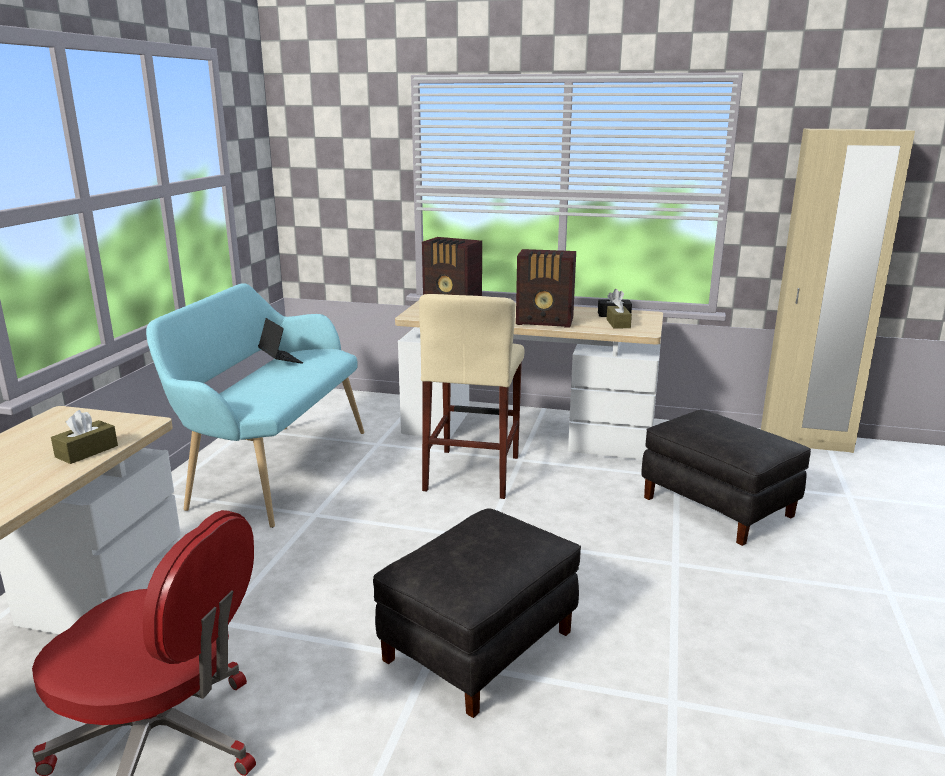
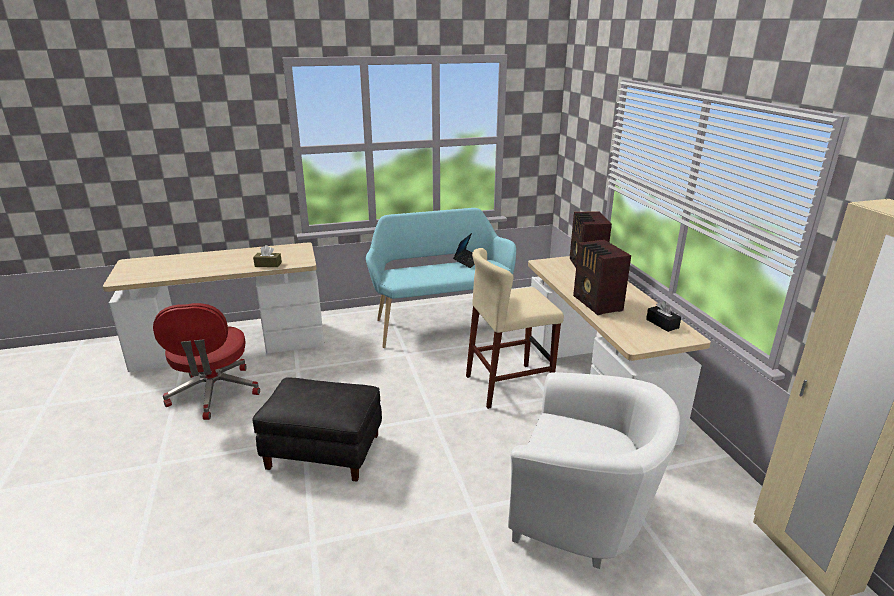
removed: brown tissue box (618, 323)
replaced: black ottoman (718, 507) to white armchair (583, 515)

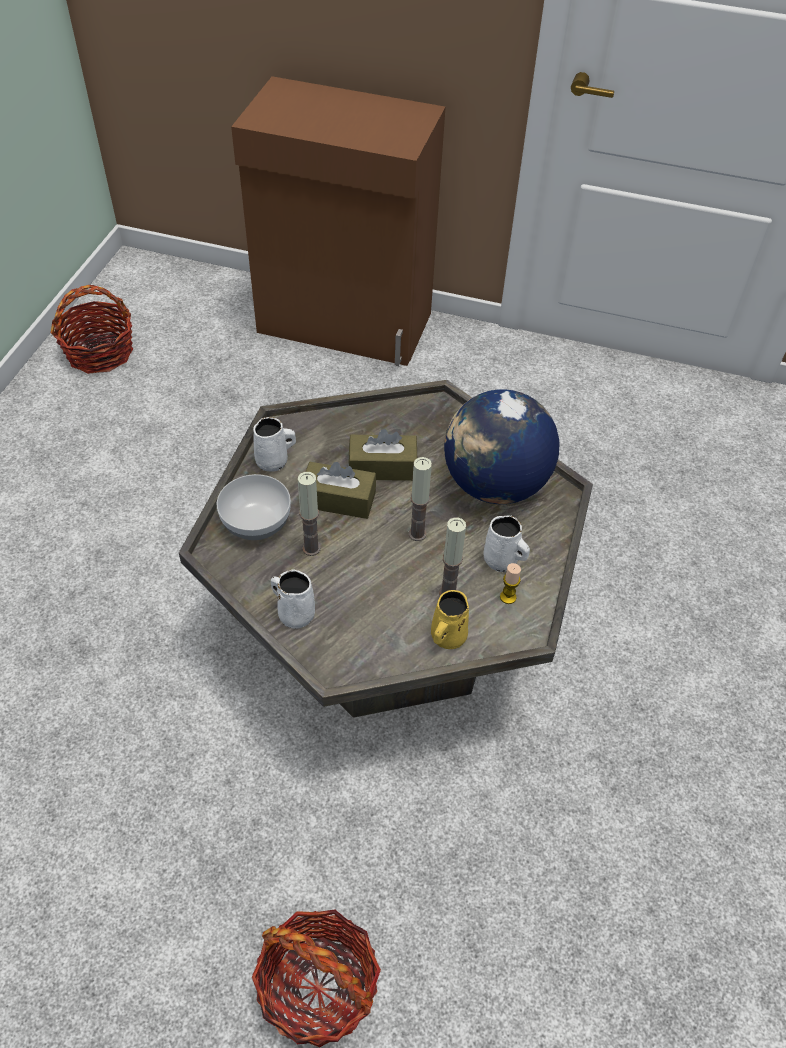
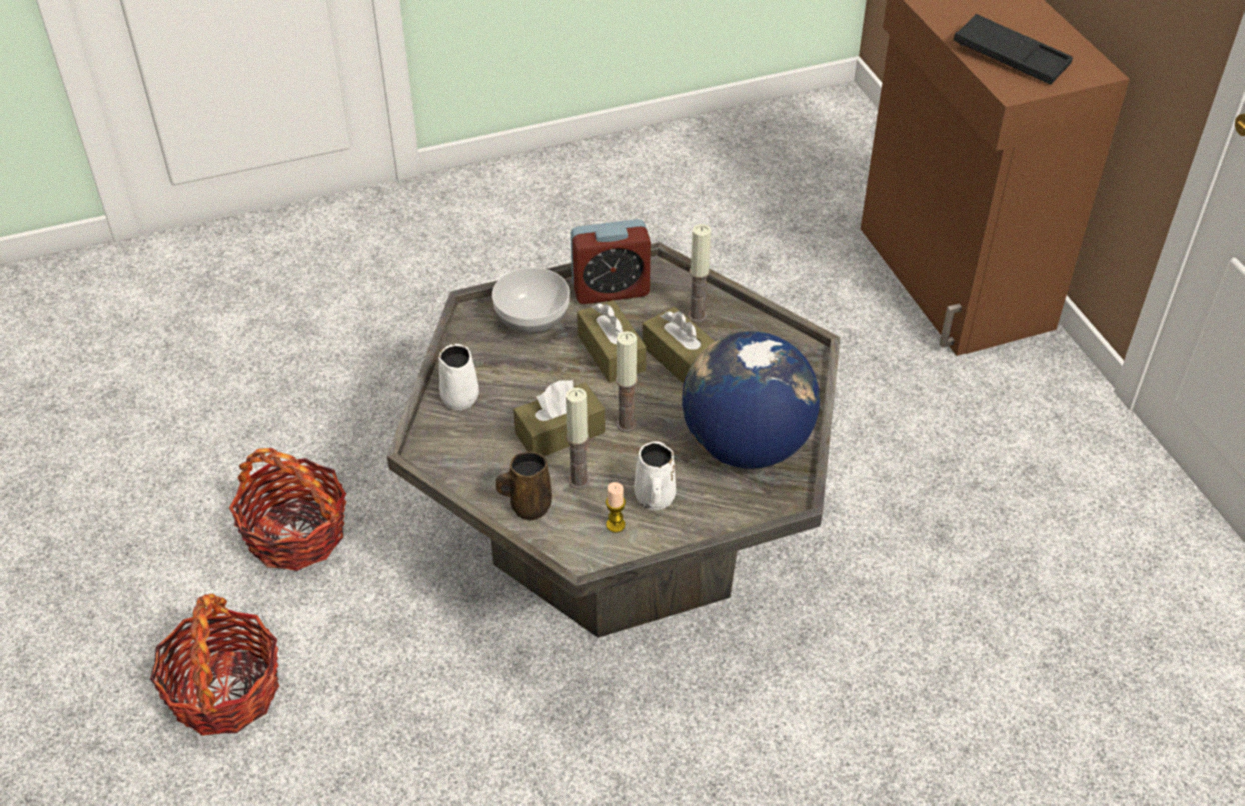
added: brown tissue box (560, 433); black tray (1010, 57)
moved: basket (100, 352) to (296, 534); candle (311, 548) to (697, 316)
replaced: white mug (274, 462) to alarm clock (611, 290)
recoloured: yellow mug (447, 637) to brown mug (528, 506)

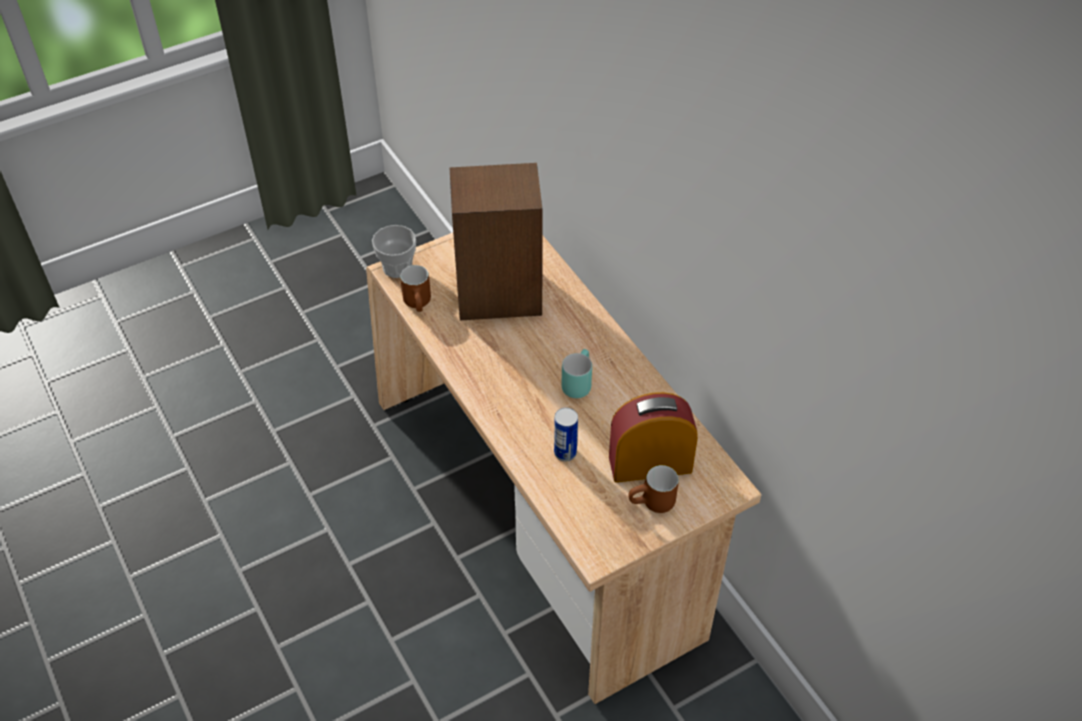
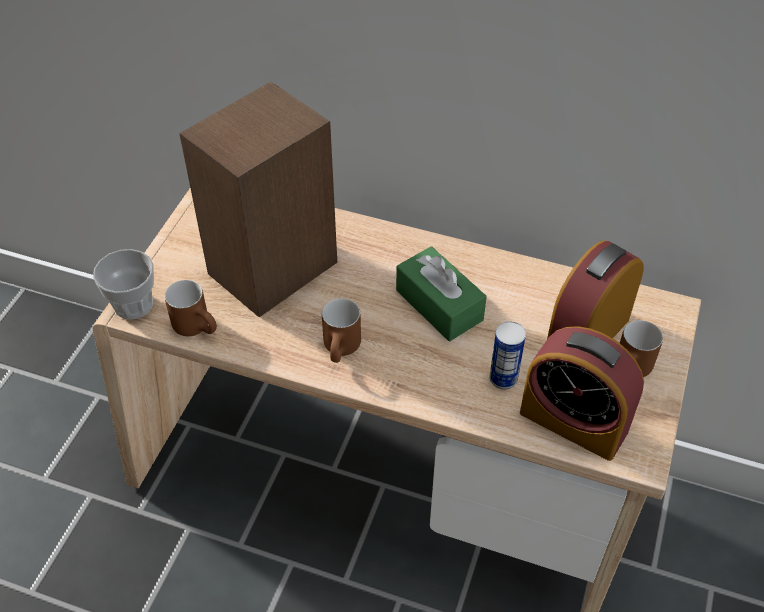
added: brown mug (343, 350); alarm clock (573, 421)
replaced: turquoise mug (576, 382) to green tissue box (439, 305)

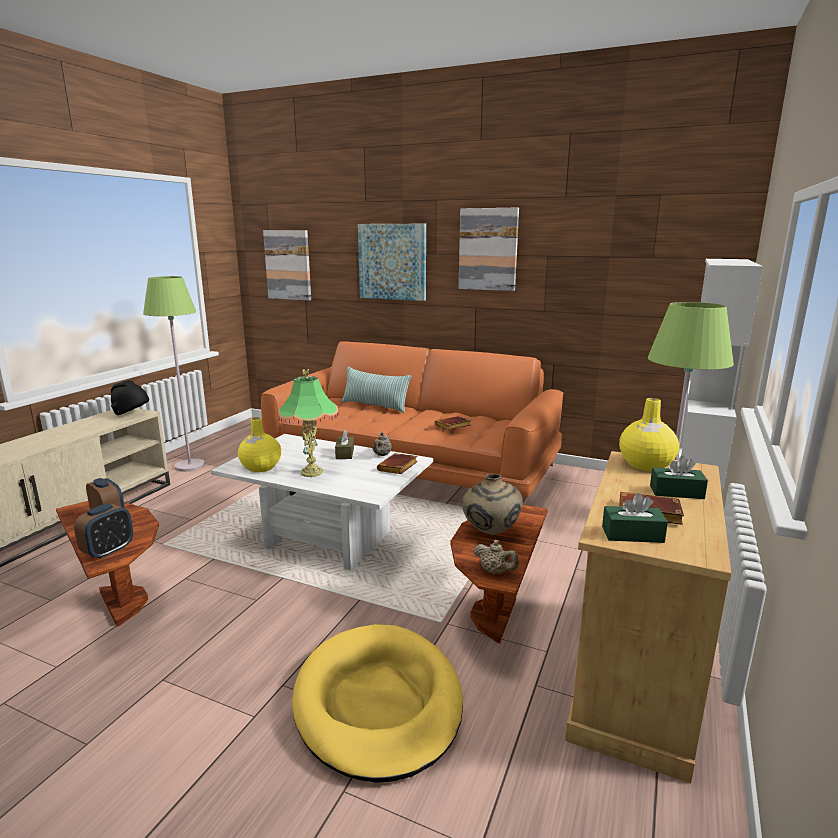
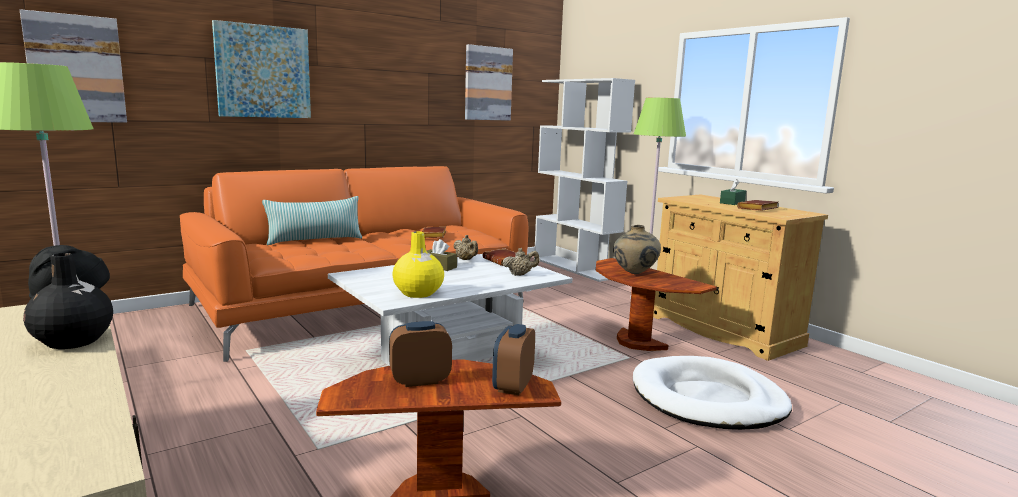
removed: table lamp (312, 472); green tissue box (632, 534); yellow vase (645, 465)
added: black vase (73, 341)
moved: picture (488, 249) to (488, 83); beige teapot (495, 572) to (520, 274)
recoloured: yellow dog bed (378, 703) to white dog bed (708, 399)
turned: alarm clock (108, 551) = (513, 386) 135 degrees counterclockwise

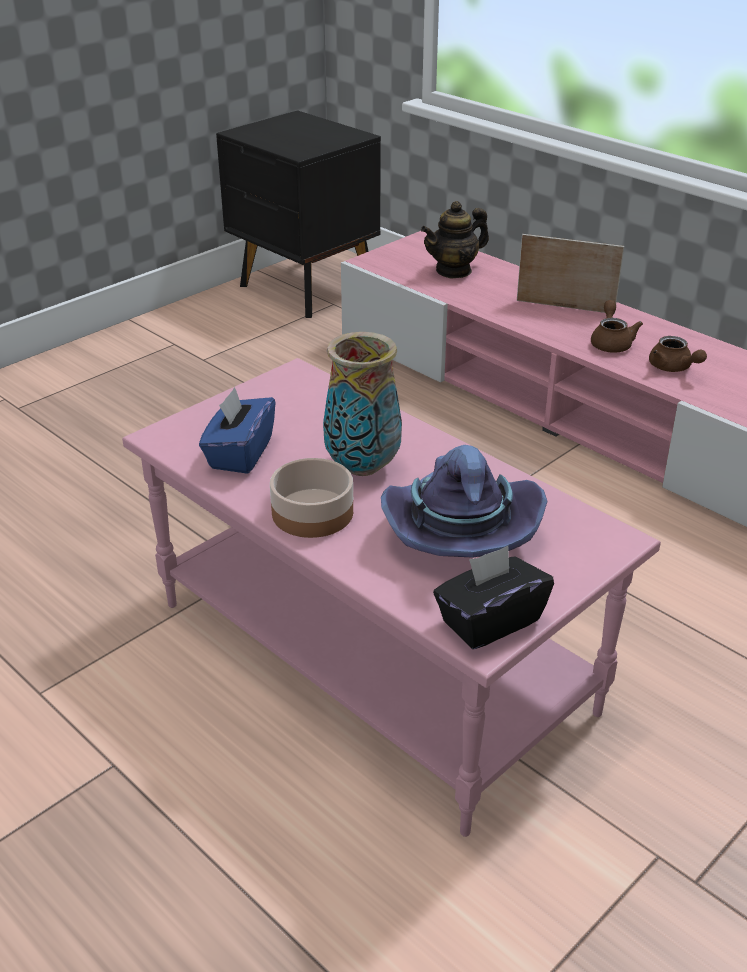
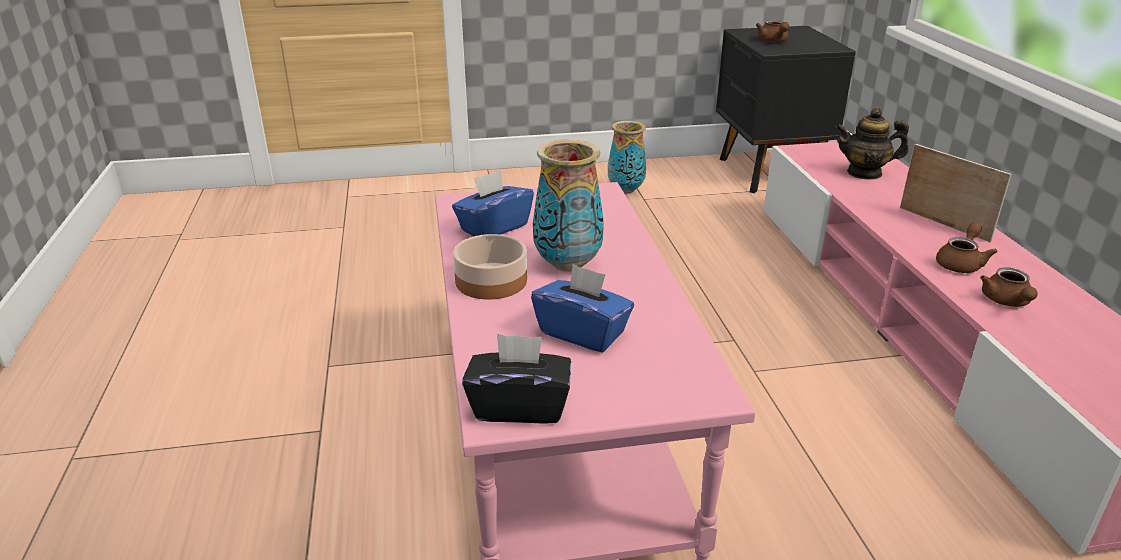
added: vase (626, 190); brown teapot (773, 41)
replaced: purple hat (458, 530) to blue tissue box (582, 333)

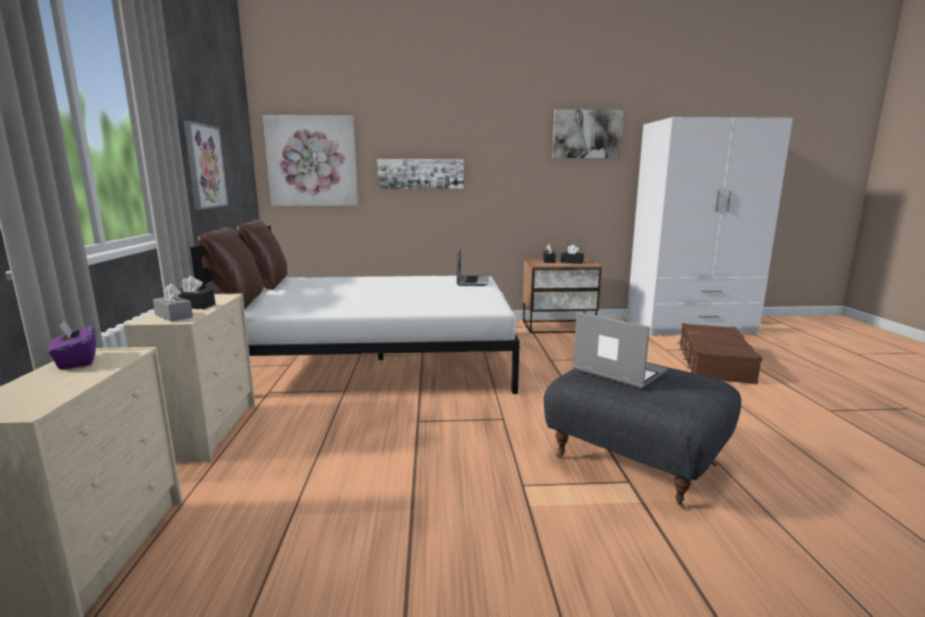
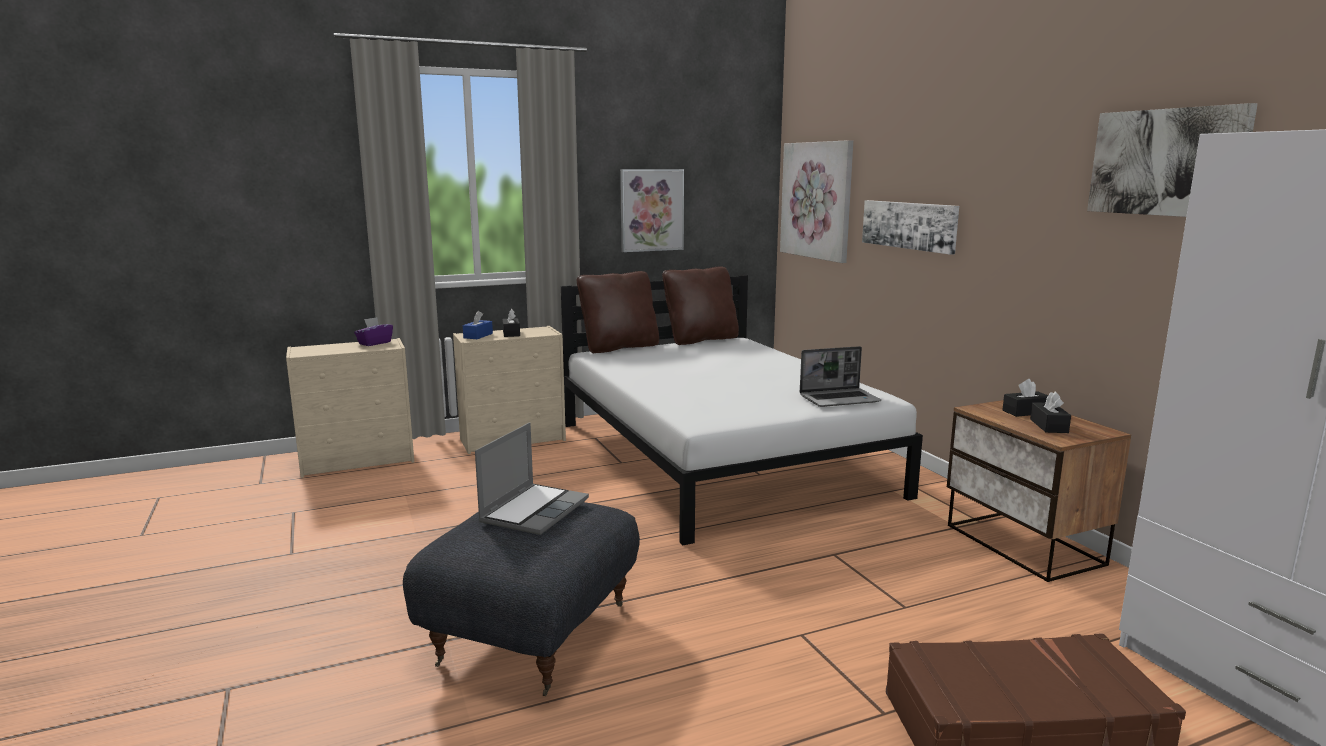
recoloured: grey tissue box (173, 316) to blue tissue box (478, 336)

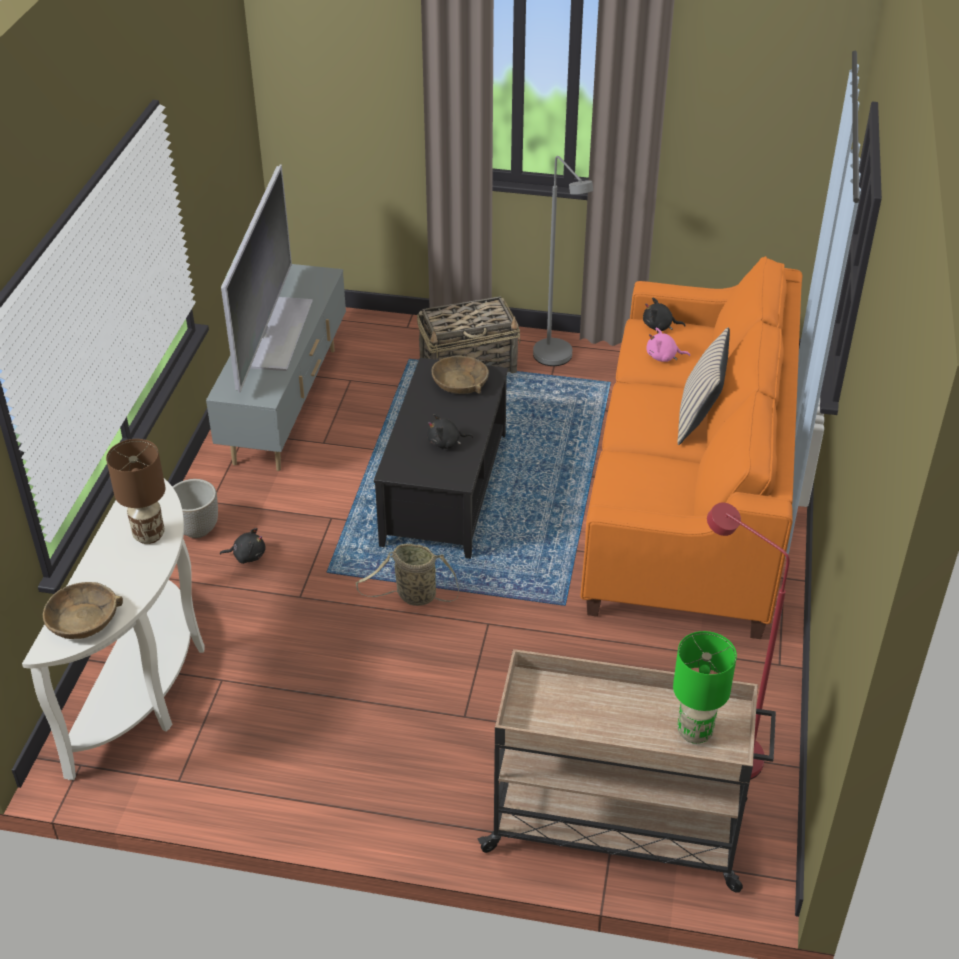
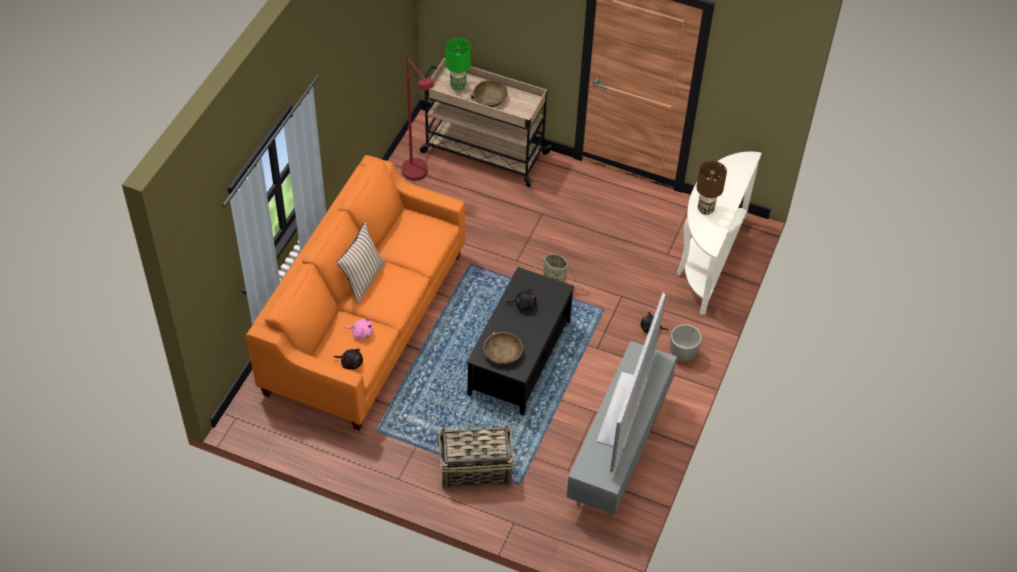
removed: grey floor lamp (557, 361)
moved: brown bowl (83, 619) to (490, 98)

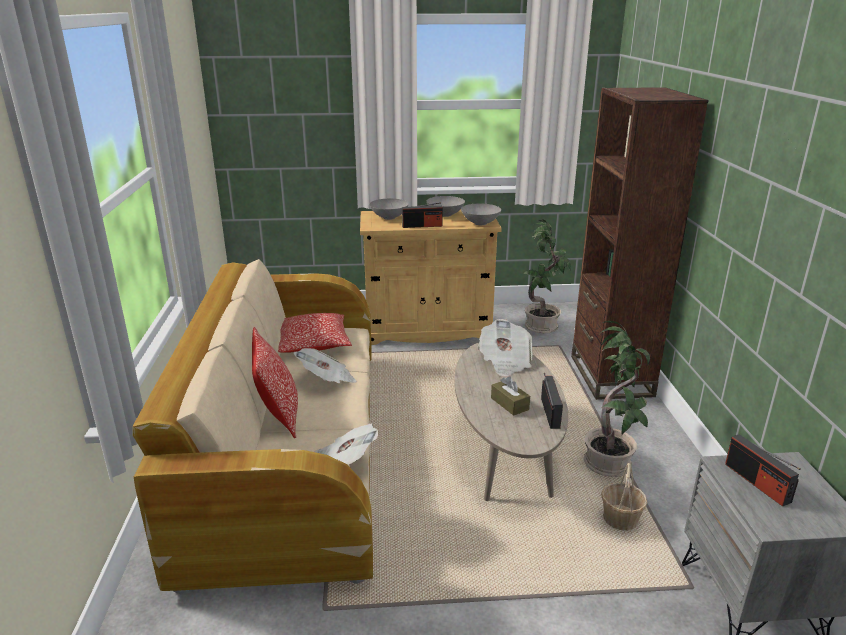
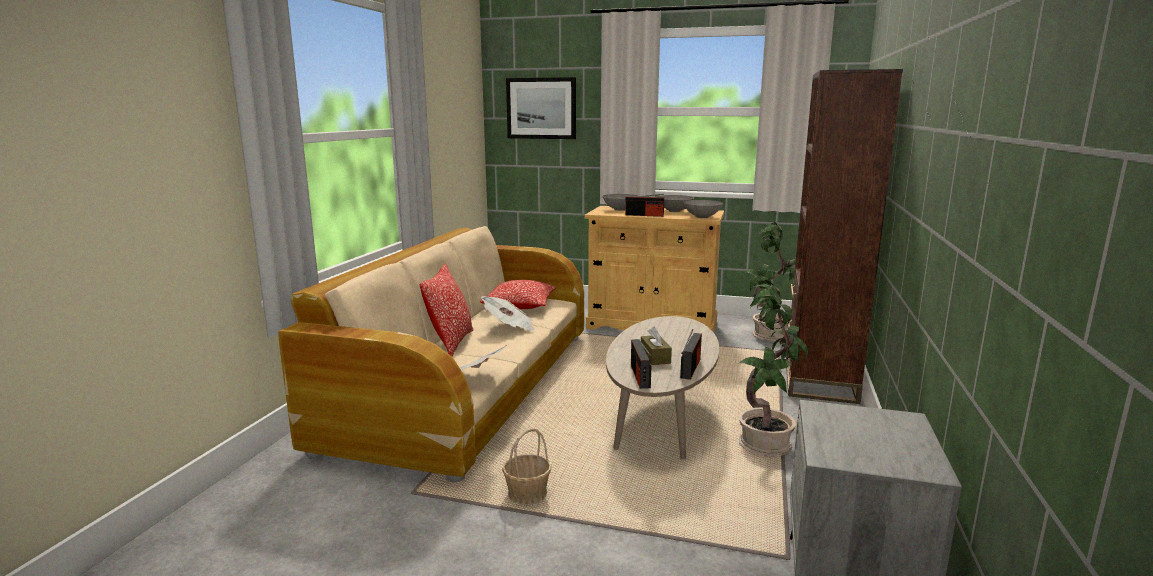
removed: newspaper (505, 361)
added: picture (541, 108)
moved: basket (620, 519) to (527, 494); radio (757, 483) to (640, 376)

